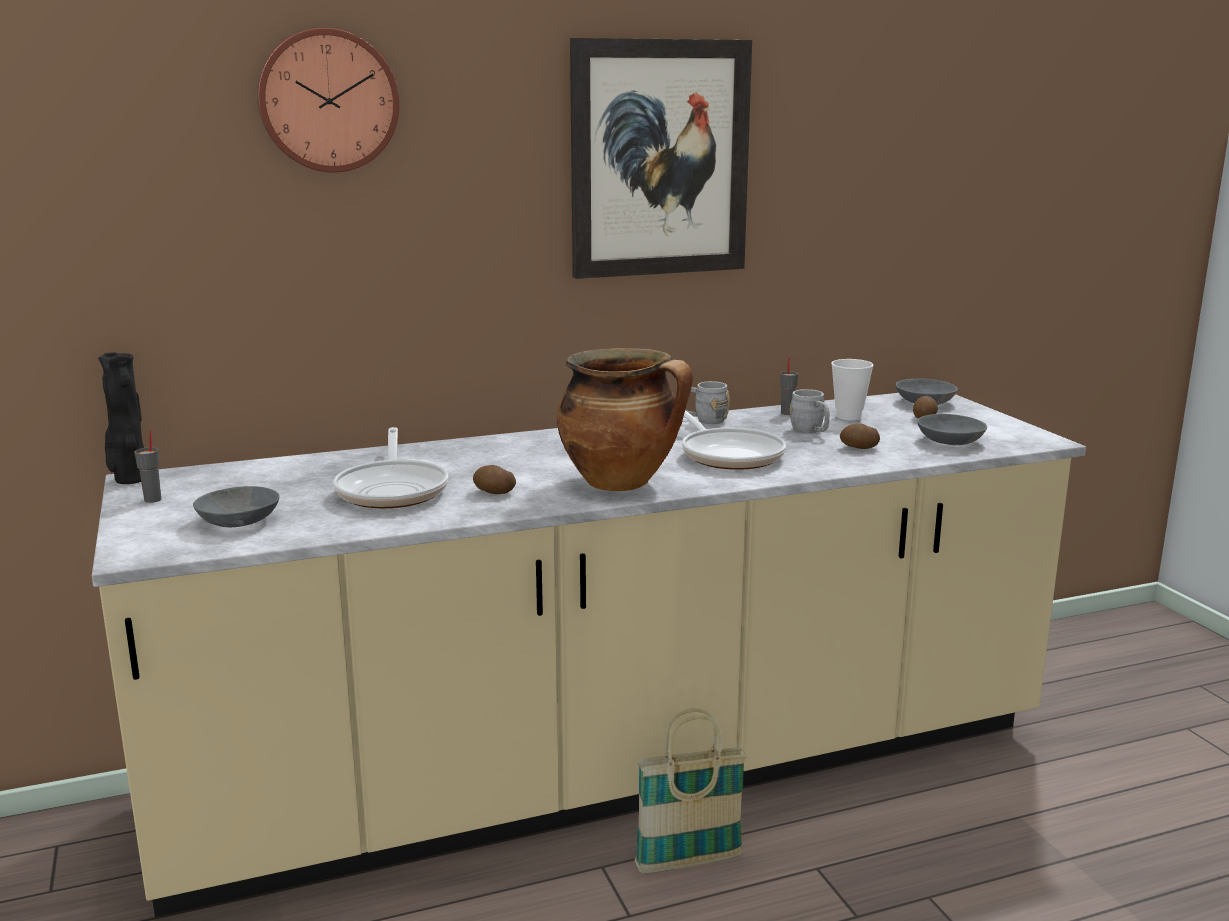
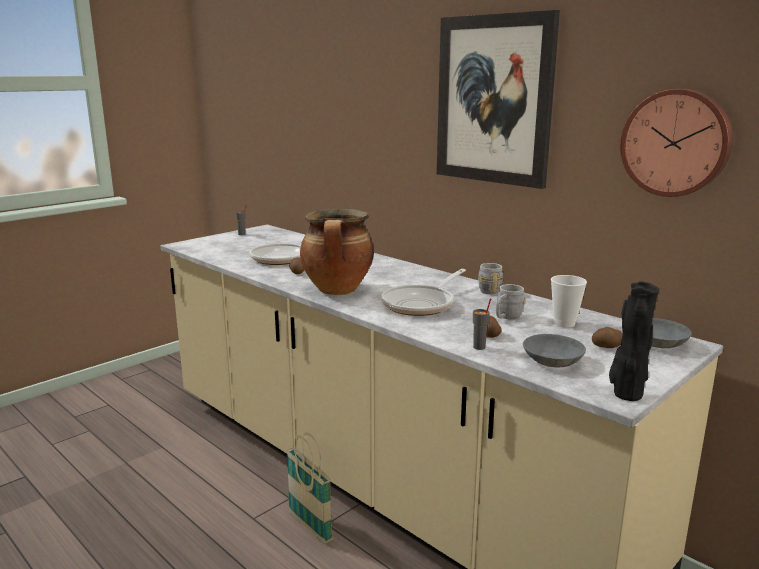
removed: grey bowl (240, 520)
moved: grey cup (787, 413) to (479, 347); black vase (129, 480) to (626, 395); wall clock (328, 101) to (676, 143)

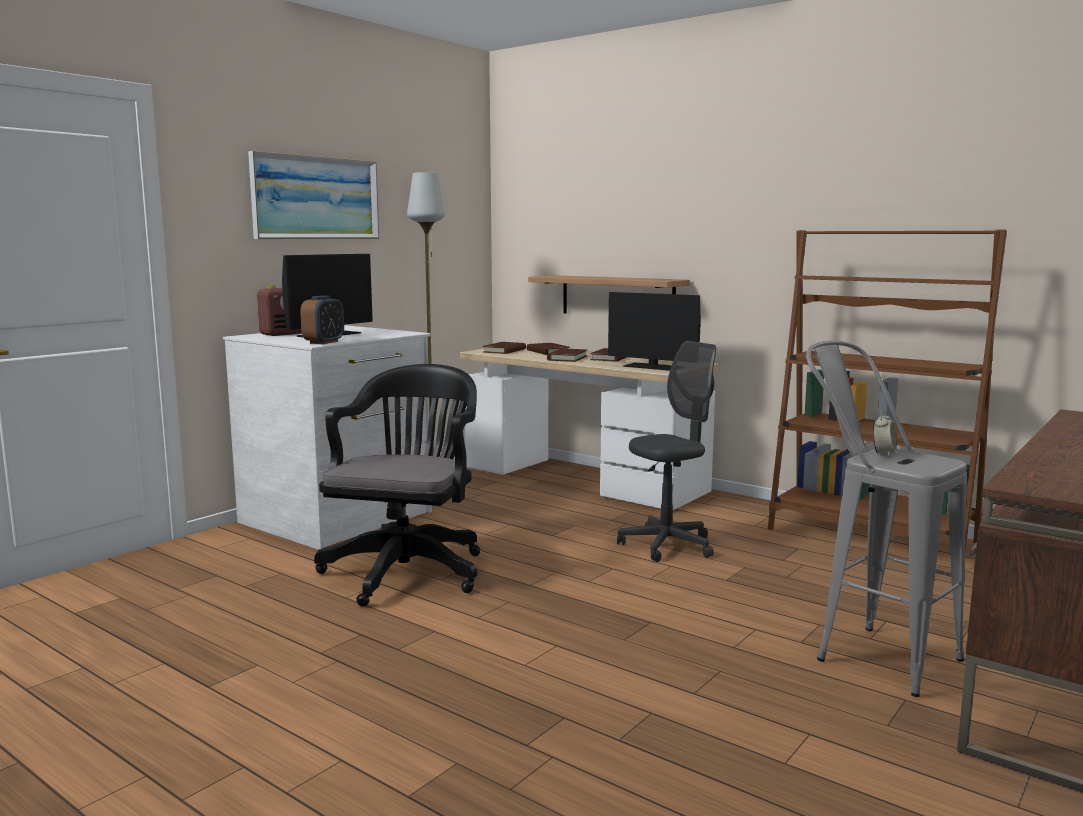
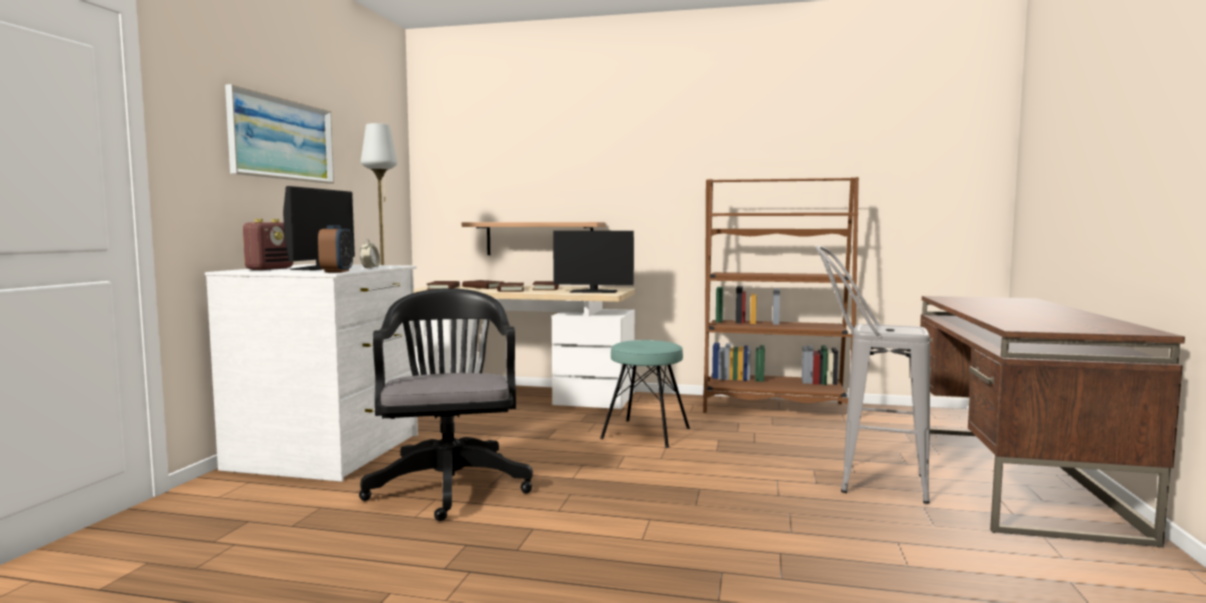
moved: alarm clock (883, 453) to (370, 268)
replaced: grey office chair (667, 545) to turquoise stool (646, 433)

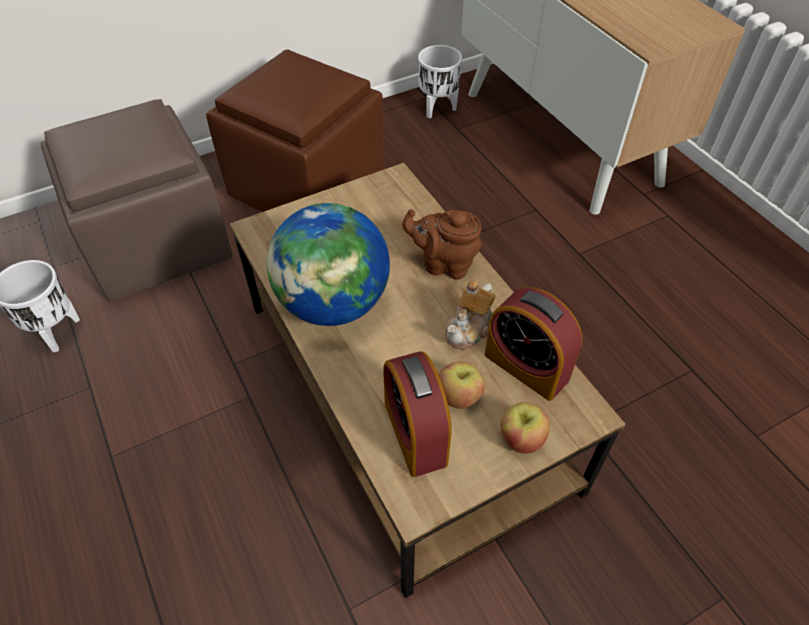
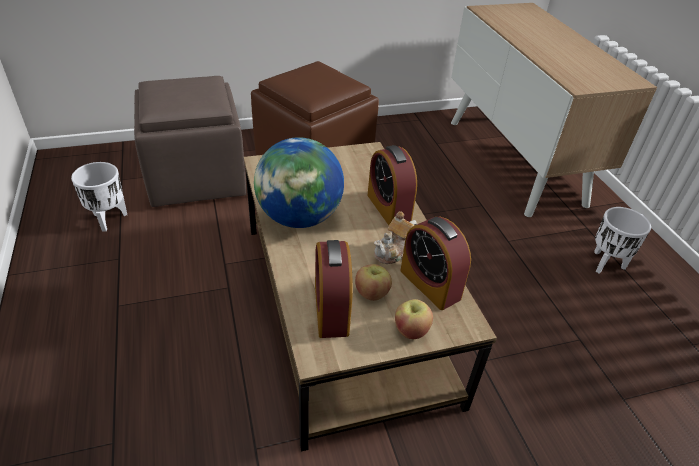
moved: white planter (438, 109) to (606, 264)
replaced: brown teapot (444, 264) to alarm clock (389, 208)

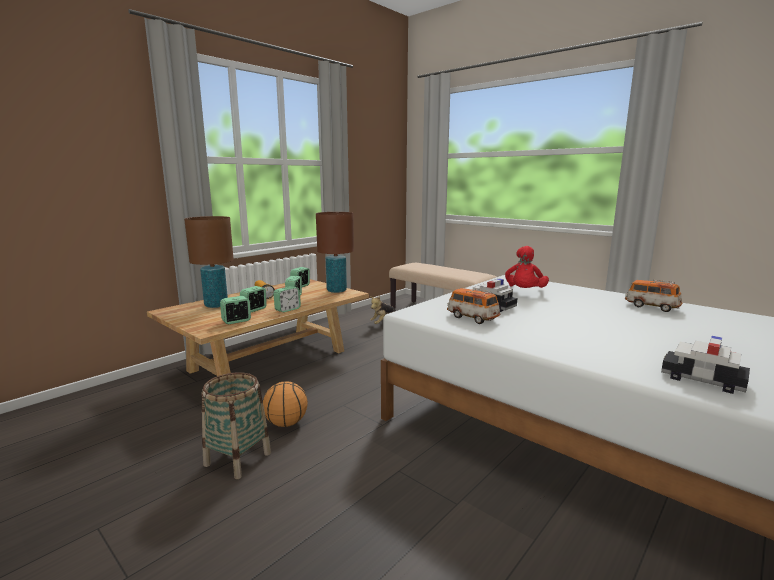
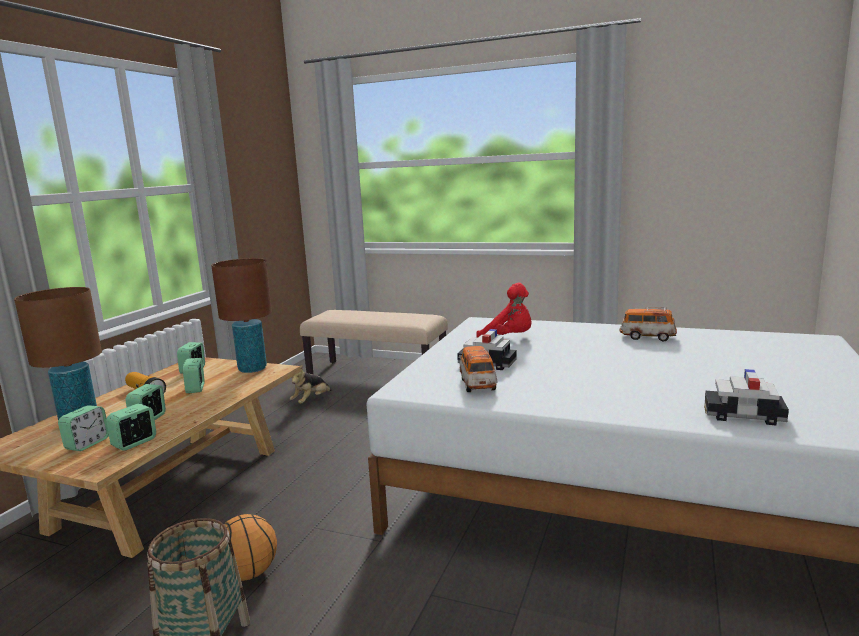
moved: alarm clock (287, 309) to (87, 444)
turned: toy car (472, 318) = (477, 384) 60 degrees clockwise; red plush toy (524, 292) = (509, 338) 60 degrees counterclockwise

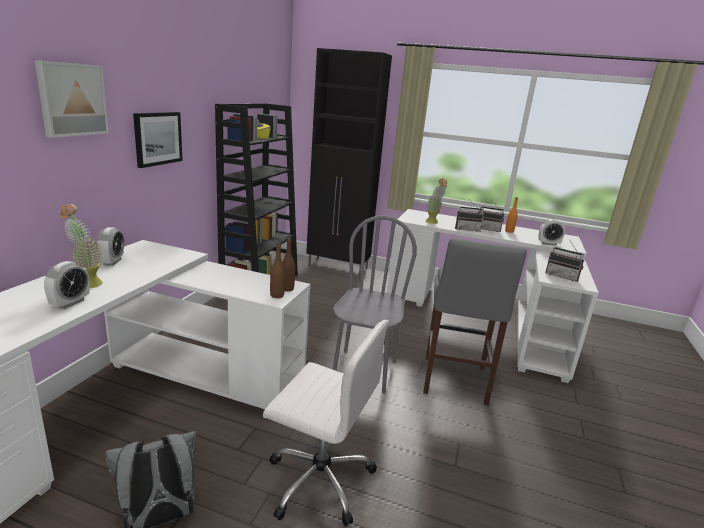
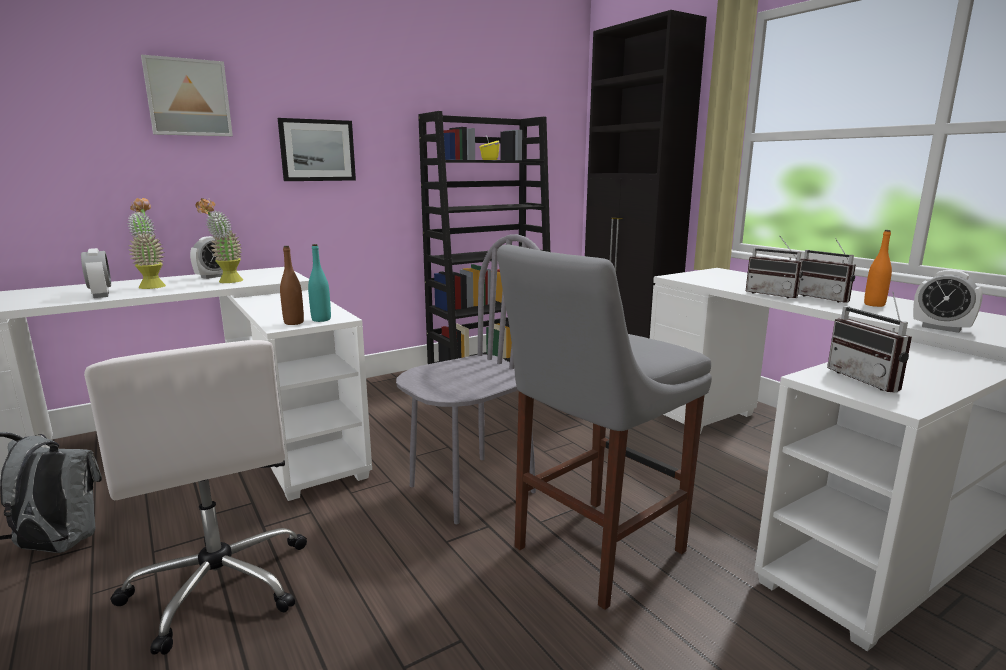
moved: potted plant (433, 223) to (226, 282)
recoloured: brown bottle (287, 289) to turquoise bottle (321, 319)
turned: alarm clock (70, 303) = (101, 295) 90 degrees counterclockwise

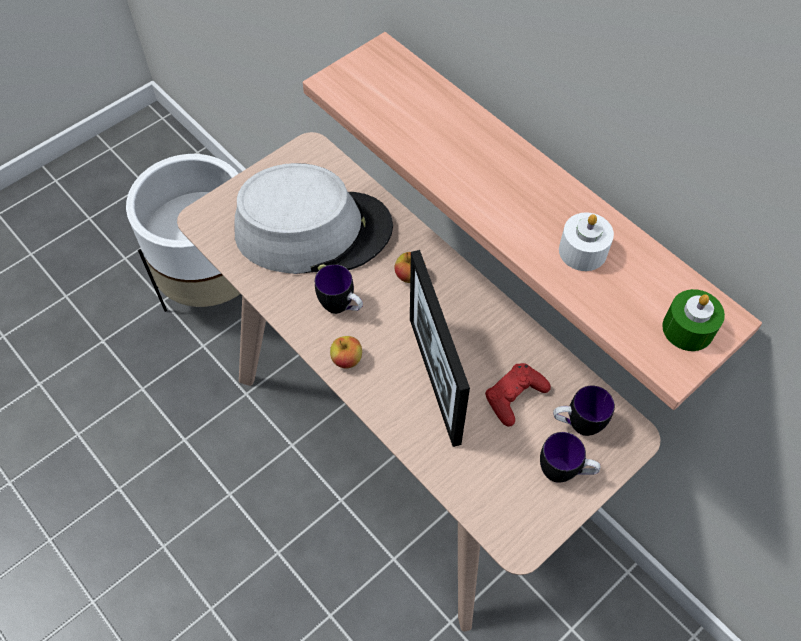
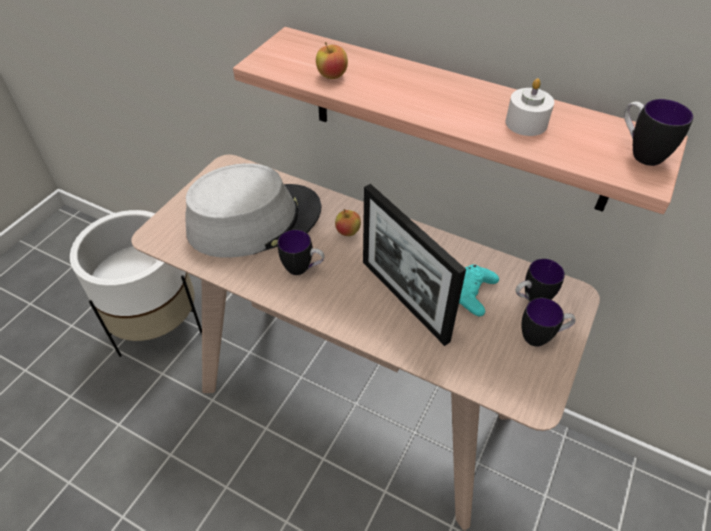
moved: apple (347, 359) to (332, 76)
replaced: green candle (688, 329) to mug (640, 152)
recoloured: red game controller (515, 396) to turquoise game controller (473, 293)

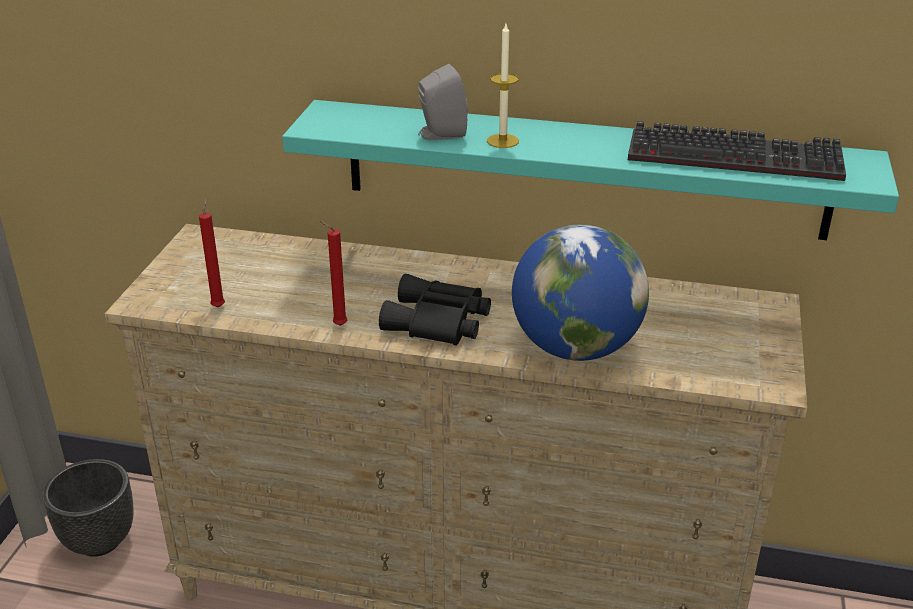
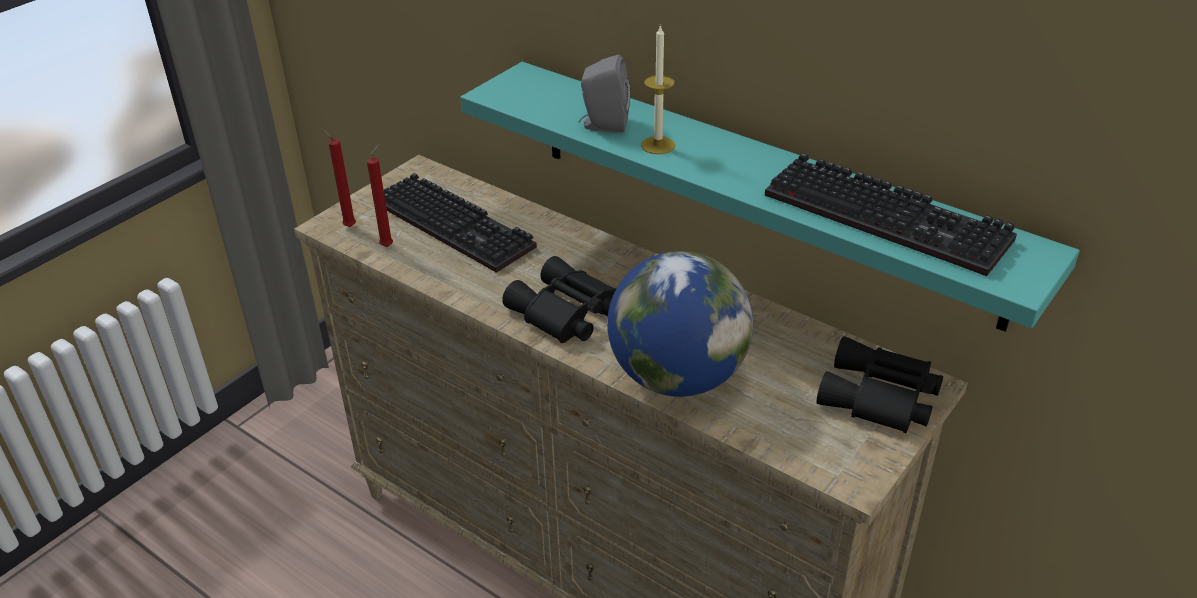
removed: black planter (100, 541)
added: keyboard (458, 225); black binoculars (880, 398)
moved: red candle (337, 325) to (348, 226)

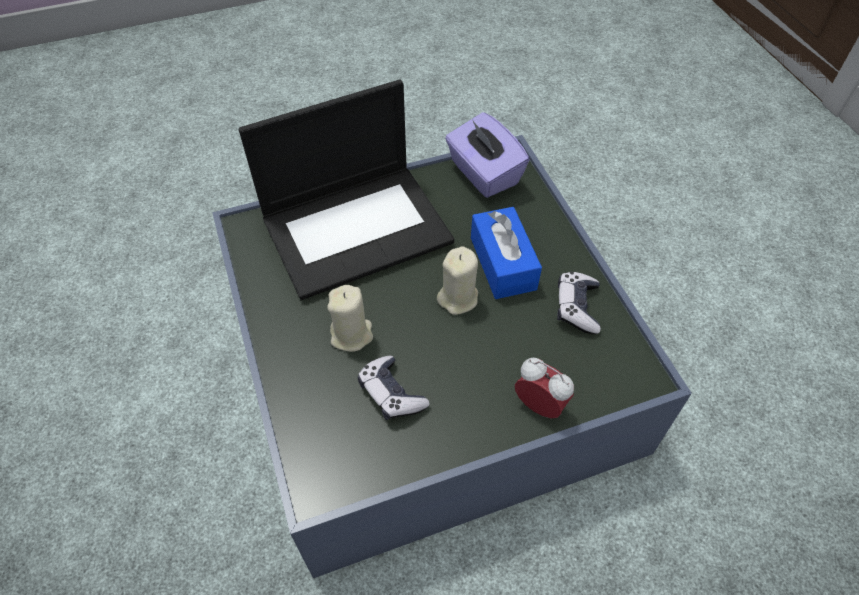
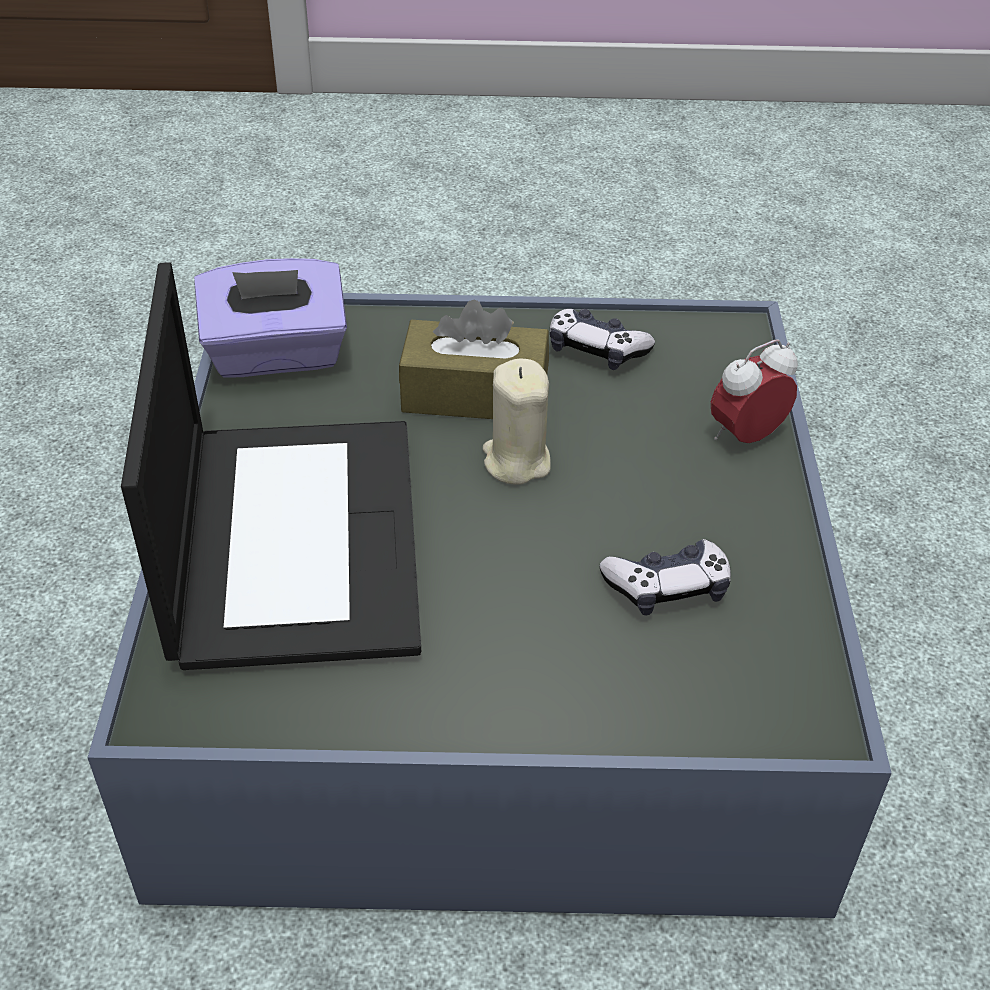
removed: beige candle (352, 335)
recoloured: blue tissue box (503, 263) to brown tissue box (474, 394)

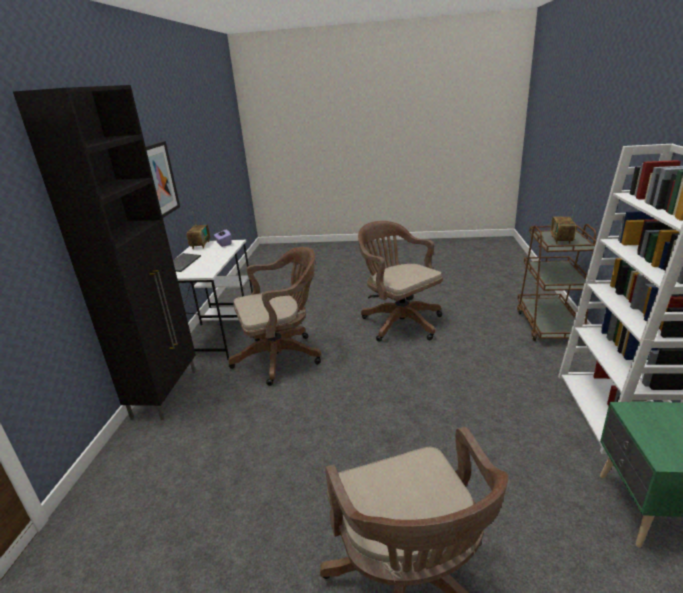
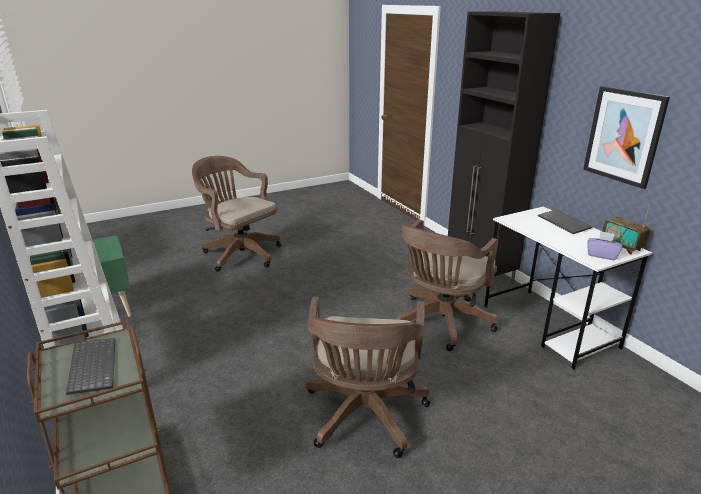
replaced: radio (561, 240) to keyboard (91, 366)
turned: brown office chair (399, 322) = (364, 418) 75 degrees clockwise

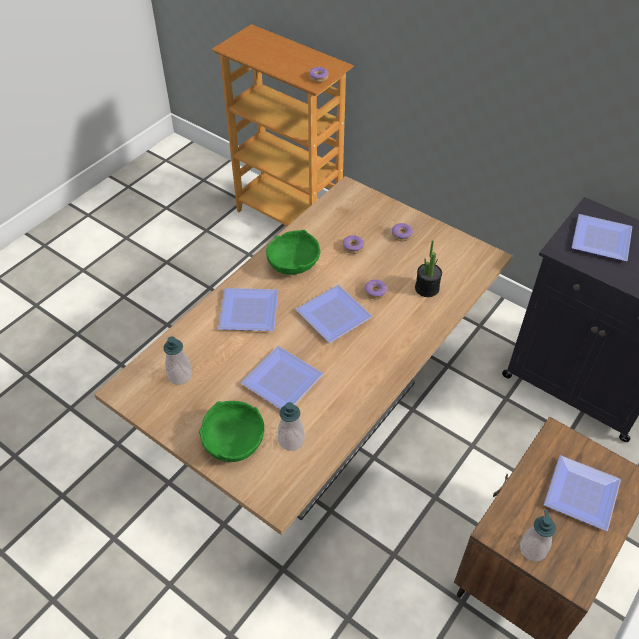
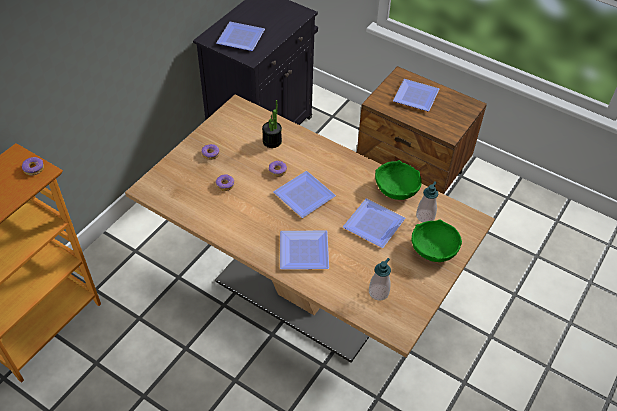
removed: soap dispenser (533, 549)
moved: green bowl (292, 264) to (396, 189)

